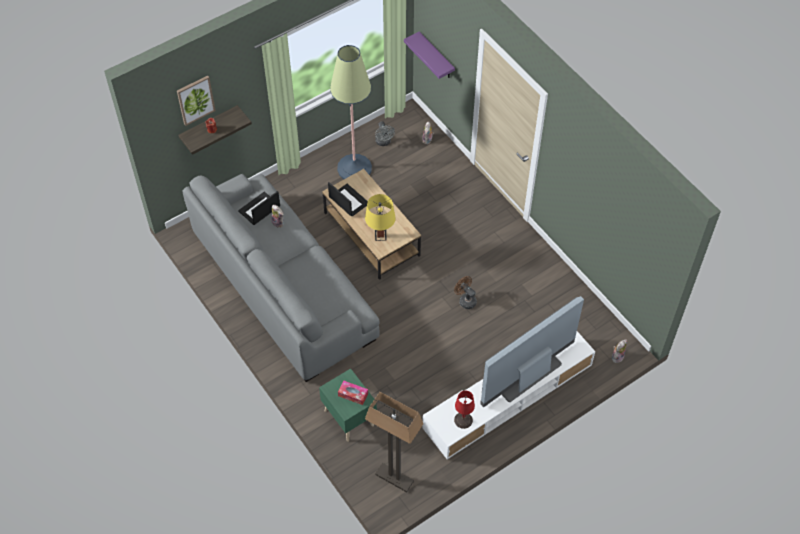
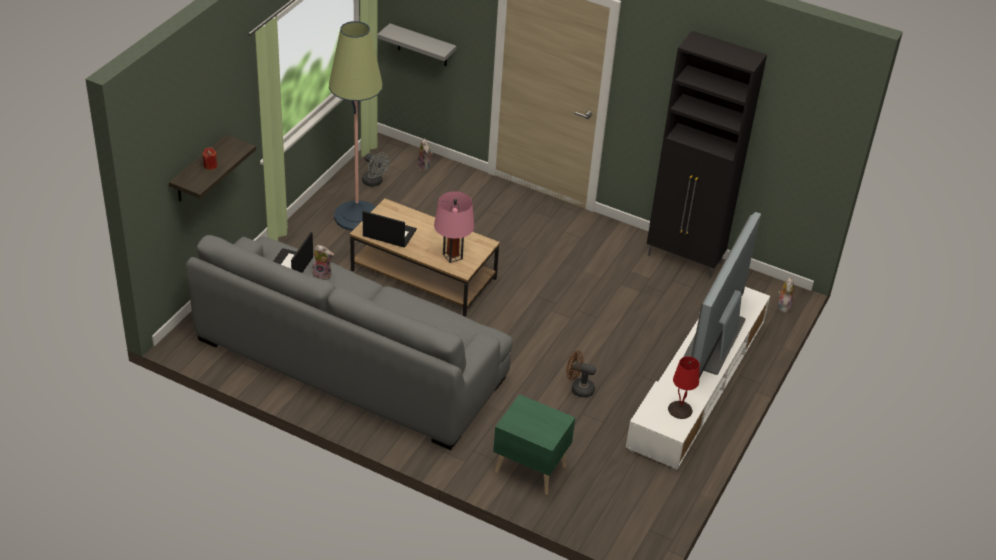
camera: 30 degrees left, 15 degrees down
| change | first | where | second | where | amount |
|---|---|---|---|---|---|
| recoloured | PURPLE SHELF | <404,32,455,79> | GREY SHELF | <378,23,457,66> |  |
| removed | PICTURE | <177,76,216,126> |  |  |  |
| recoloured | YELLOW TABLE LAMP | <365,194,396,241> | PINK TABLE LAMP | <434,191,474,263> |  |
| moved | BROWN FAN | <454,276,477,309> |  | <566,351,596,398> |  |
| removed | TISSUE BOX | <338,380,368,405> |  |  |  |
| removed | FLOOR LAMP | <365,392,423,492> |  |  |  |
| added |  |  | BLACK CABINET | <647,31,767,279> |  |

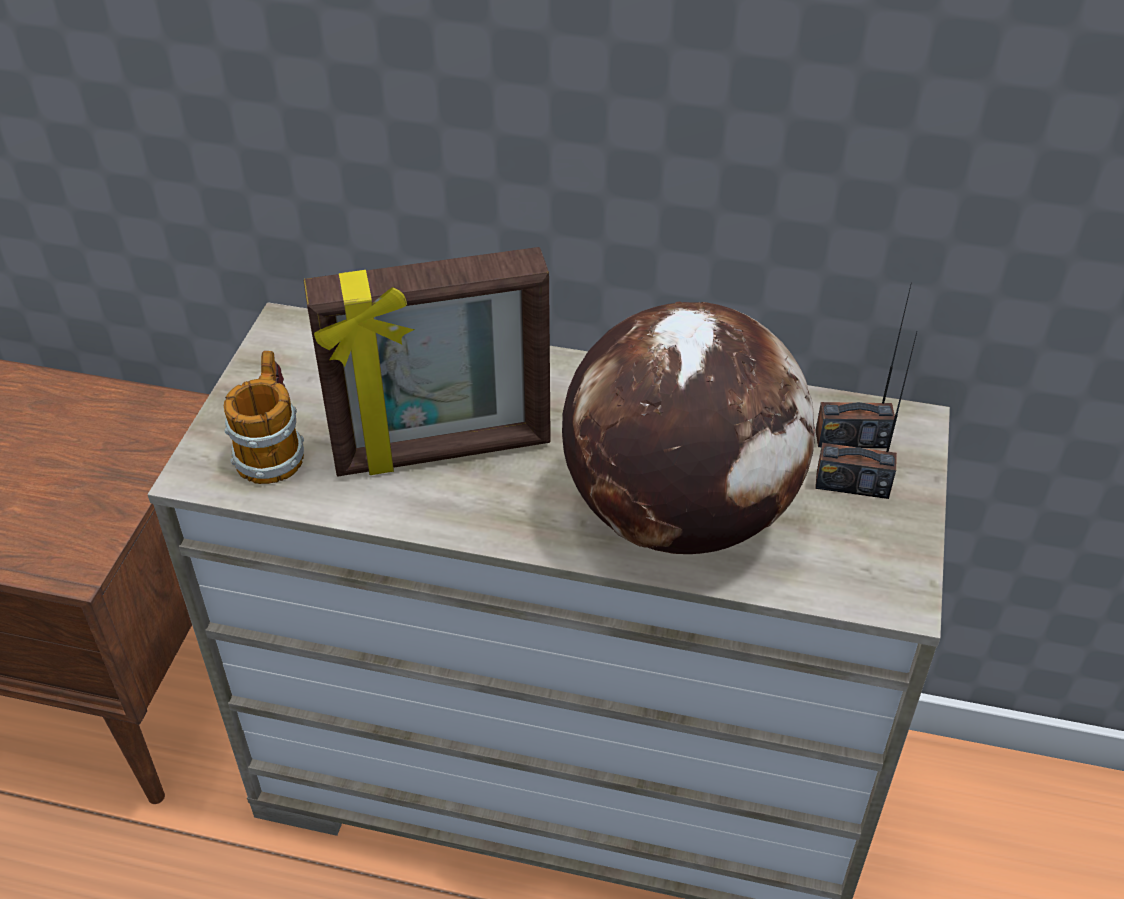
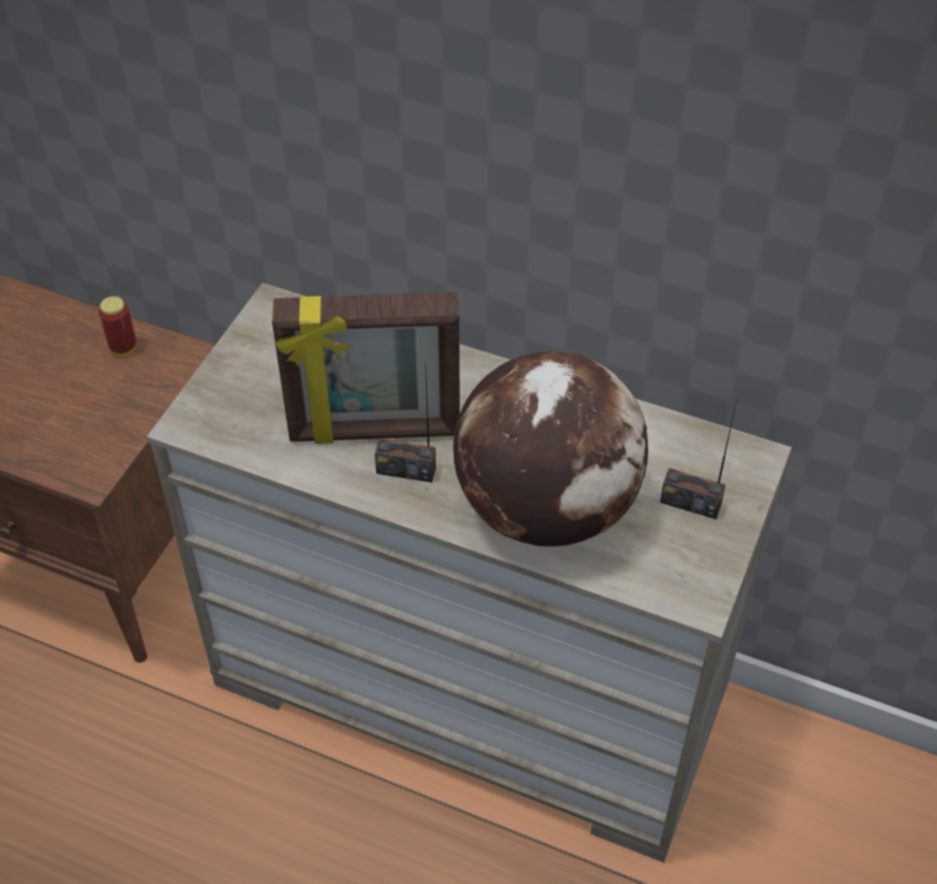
camera: 10 degrees right, 5 degrees up
| change | first | where | second | where | amount |
|---|---|---|---|---|---|
| moved | RADIO | <815,283,912,448> |  | <375,362,436,482> |  |
| removed | MUG | <224,351,304,484> |  |  |  |
| added |  |  | CAN | <99,296,137,356> |  |

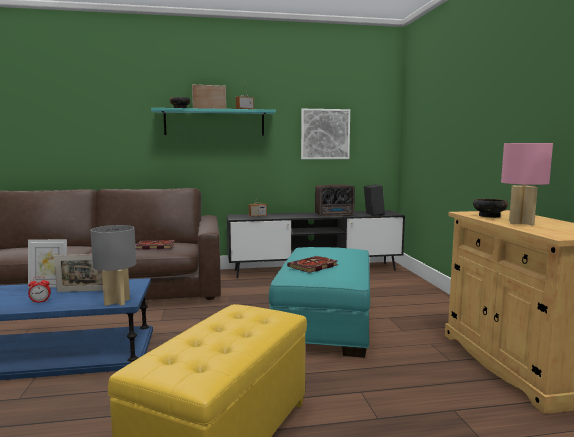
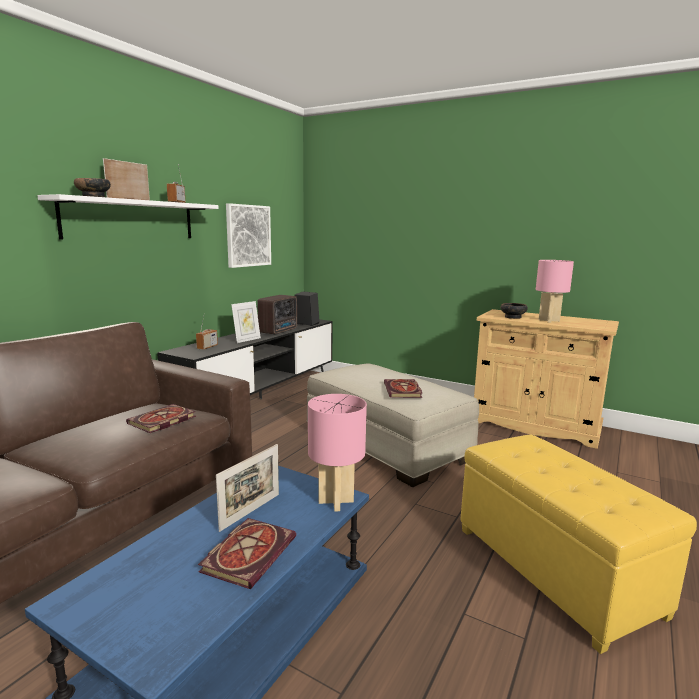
camera: 50 degrees left, 5 degrees up
| change | first | where | second | where | amount |
|---|---|---|---|---|---|
| recoloured | TURQUOISE SHELF | <151,108,276,136> | WHITE SHELF | <37,194,219,239> |  |
| recoloured | GREY TABLE LAMP | <90,225,136,306> | PINK TABLE LAMP | <308,394,367,511> |  |
| moved | PICTURE FRAME | <28,239,67,288> |  | <231,301,261,343> |  |
| recoloured | TURQUOISE OTTOMAN | <269,247,370,358> | BEIGE OTTOMAN | <306,363,479,487> |  |
| replaced | ALARM CLOCK | <28,276,51,303> | BOOK | <198,518,296,589> |  |

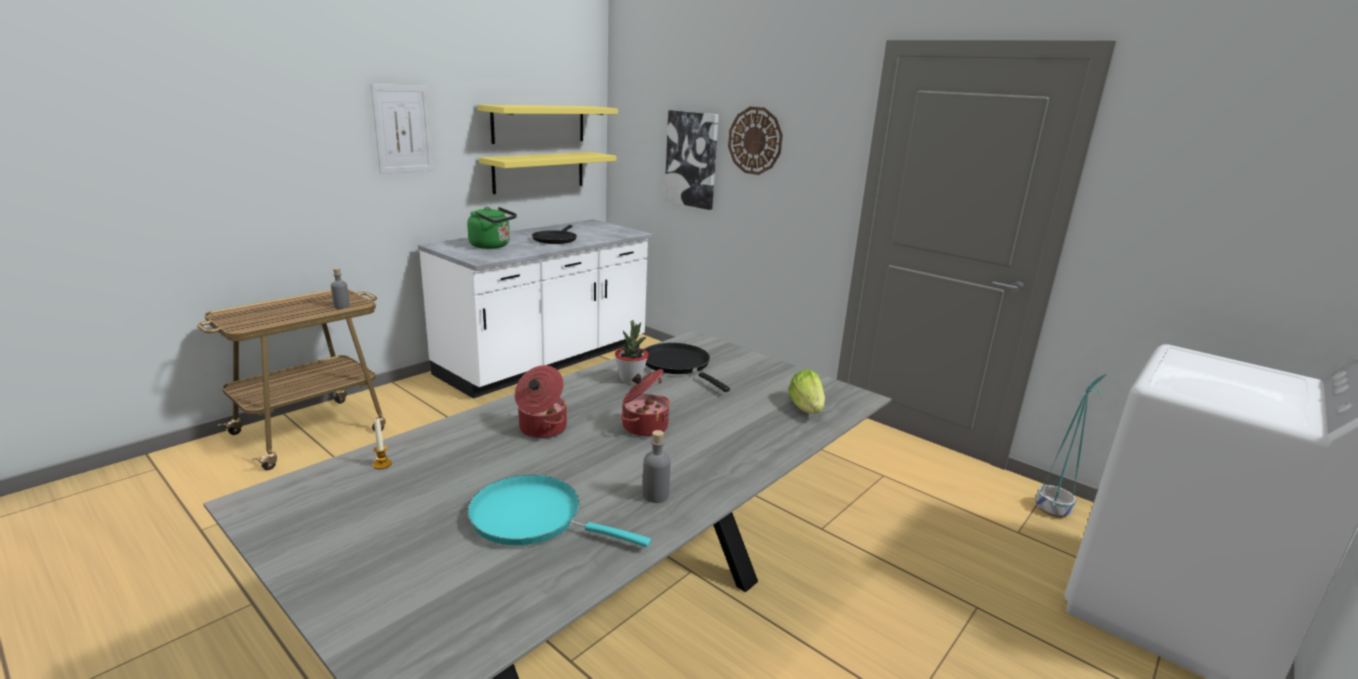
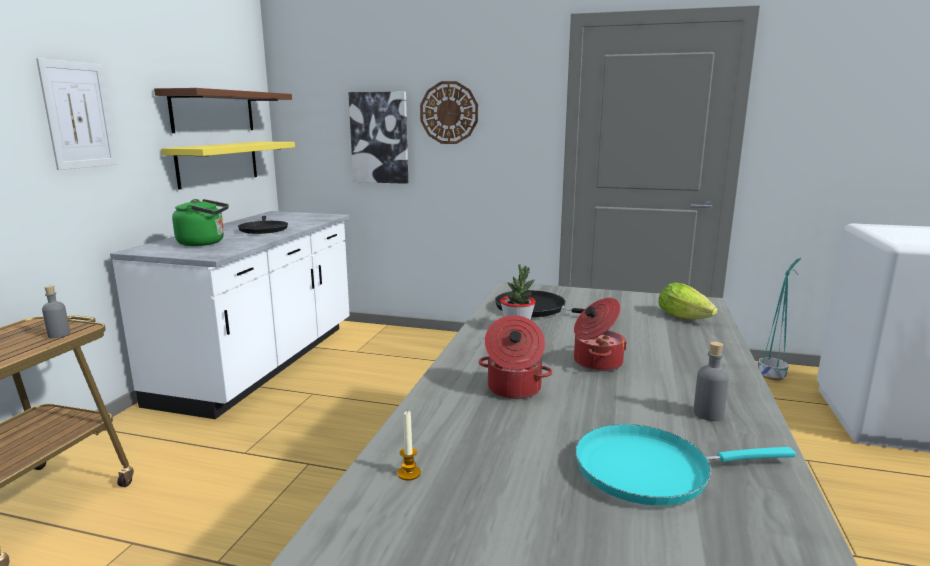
camera: 25 degrees left, 5 degrees down
| change | first | where | second | where | amount |
|---|---|---|---|---|---|
| recoloured | YELLOW SHELF | <477,104,618,144> | BROWN SHELF | <154,88,292,133> |  |

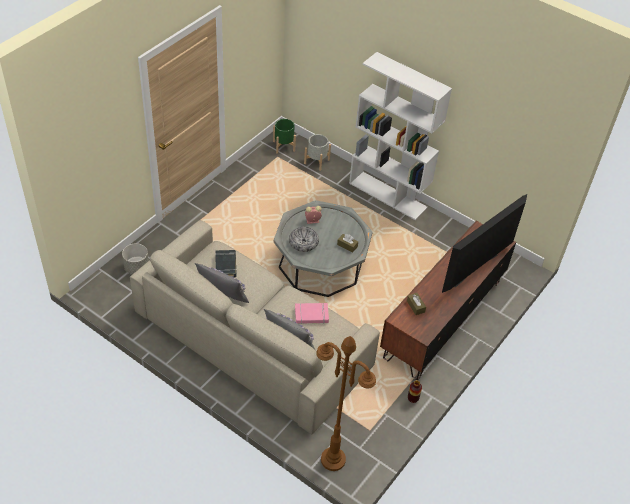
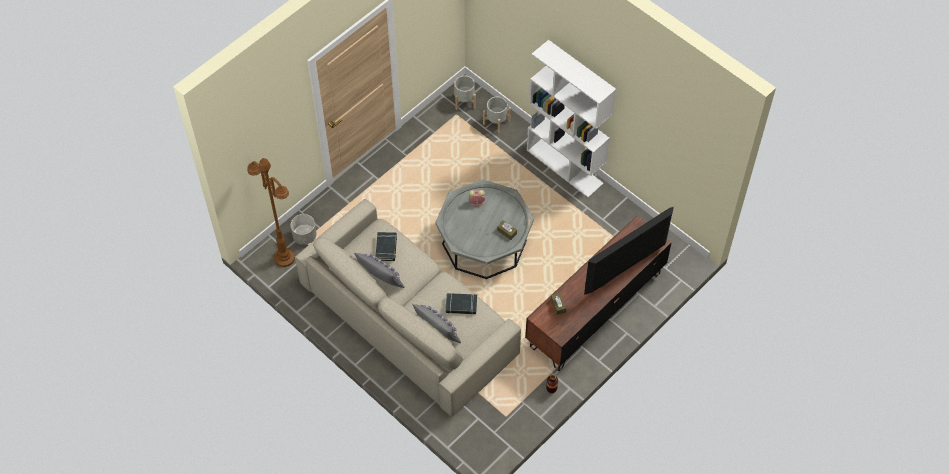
camera: 10 degrees right, 10 degrees up
| change | first | where | second | where | amount |
|---|---|---|---|---|---|
| recoloured | GREEN PLANTER | <273,119,296,153> | GREY PLANTER | <454,76,476,110> |  |
| removed | BOWL | <289,227,319,252> |  |  |  |
| recoloured | PINK BOOK | <295,303,329,324> | BLACK BOOK | <445,293,477,315> |  |
| moved | BROWN FLOOR LAMP | <316,336,376,471> |  | <247,158,295,267> |  |

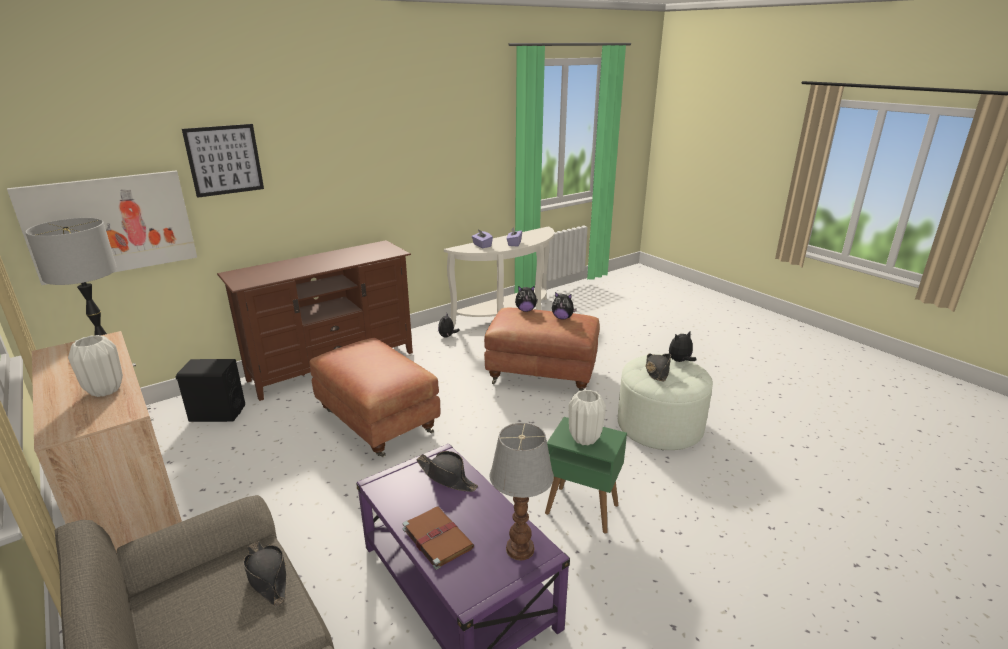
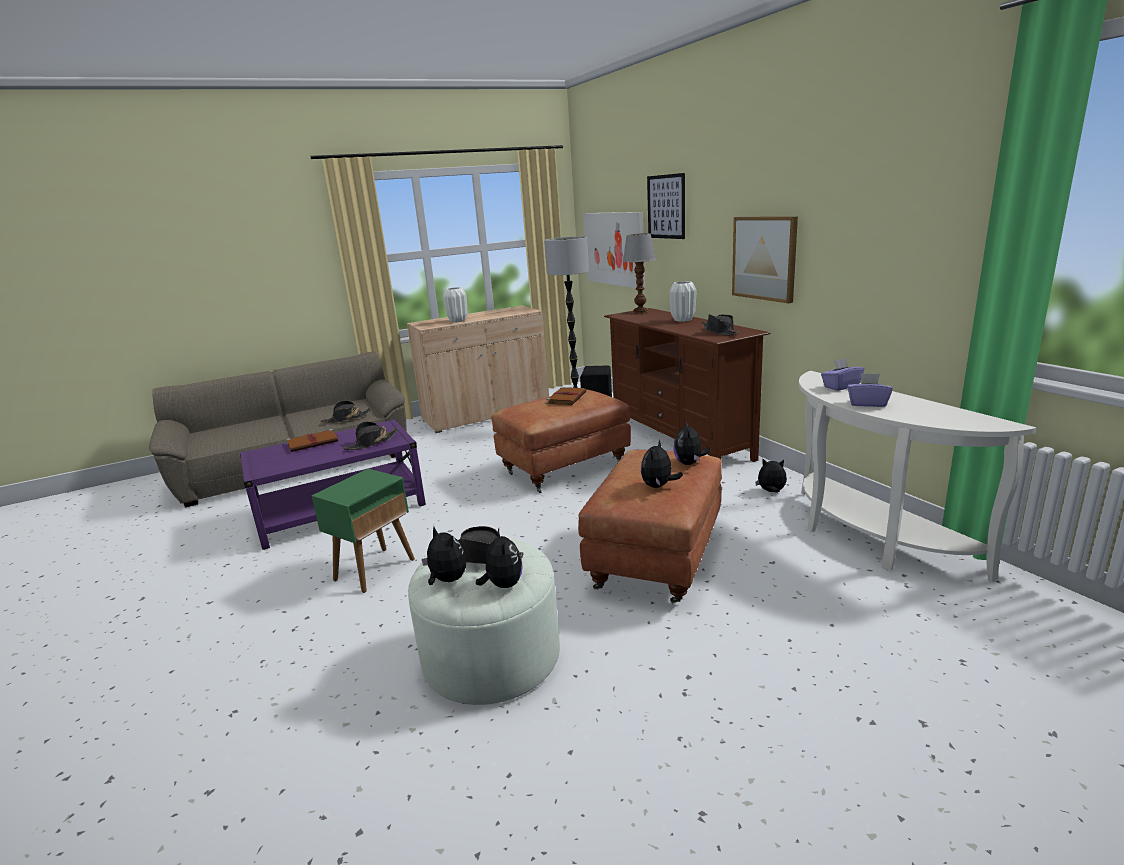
camera: 100 degrees right, 5 degrees down
| change | first | where | second | where | amount |
|---|---|---|---|---|---|
| moved | WHITE VASE | <569,390,606,446> |  | <669,281,696,322> |  |
| moved | TABLE LAMP | <490,423,554,561> |  | <623,233,656,313> |  |
| added |  |  | PICTURE | <732,216,798,303> |  |
| added |  |  | BLACK HAT | <702,314,739,336> |  |
| added |  |  | BROWN BOOK | <546,387,587,405> |  |
| added |  |  | PLUSH TOY | <422,527,466,585> |  |

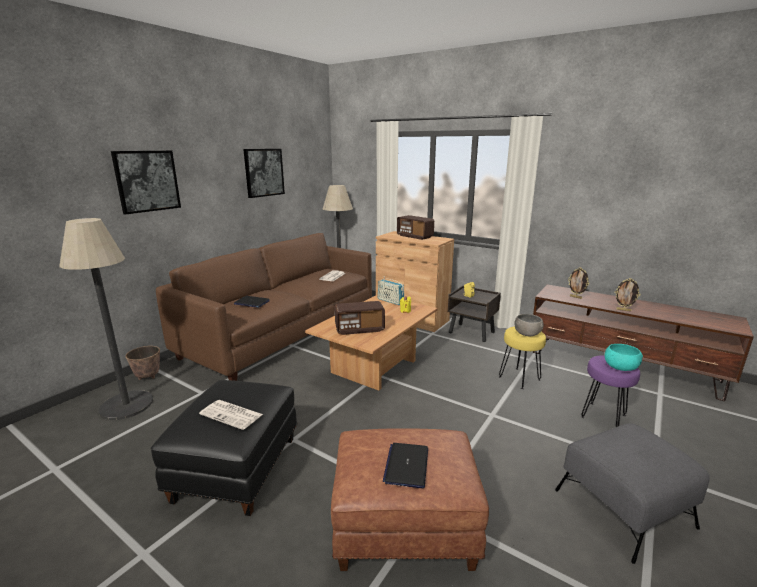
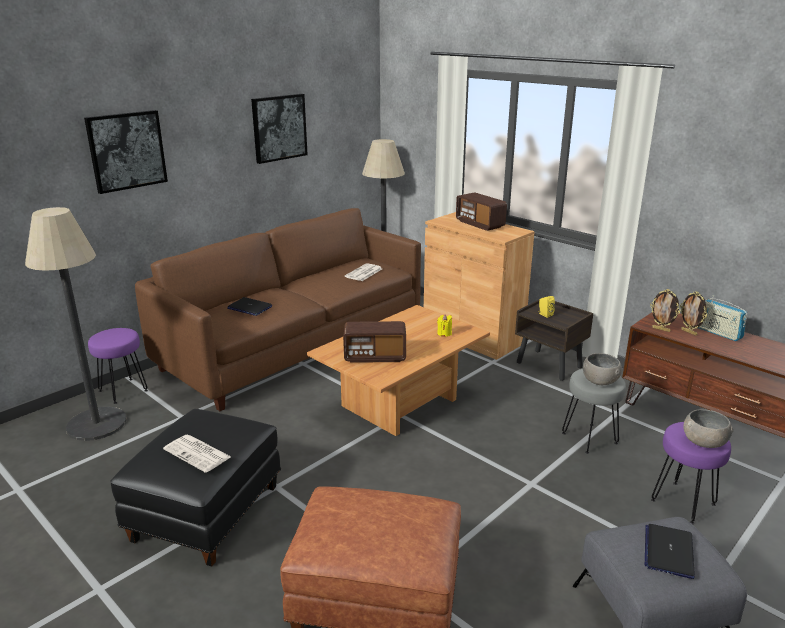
camera: 10 degrees right, 5 degrees up
| change | first | where | second | where | amount |
|---|---|---|---|---|---|
| moved | RADIO | <378,276,404,305> |  | <698,295,747,341> |  |
| moved | PICTURE FRAME | <615,278,640,311> |  | <650,289,681,332> |  |
| recoloured | YELLOW STOOL | <499,326,546,389> | GREY STOOL | <562,369,626,454> |  |
| recoloured | TURQUOISE BOWL | <605,344,643,371> | GREY BOWL | <683,409,733,448> |  |
| replaced | PLANTER | <125,346,160,380> | PURPLE STOOL | <88,328,148,404> |  |
| moved | LAPTOP | <383,443,428,488> |  | <645,524,695,579> |  |

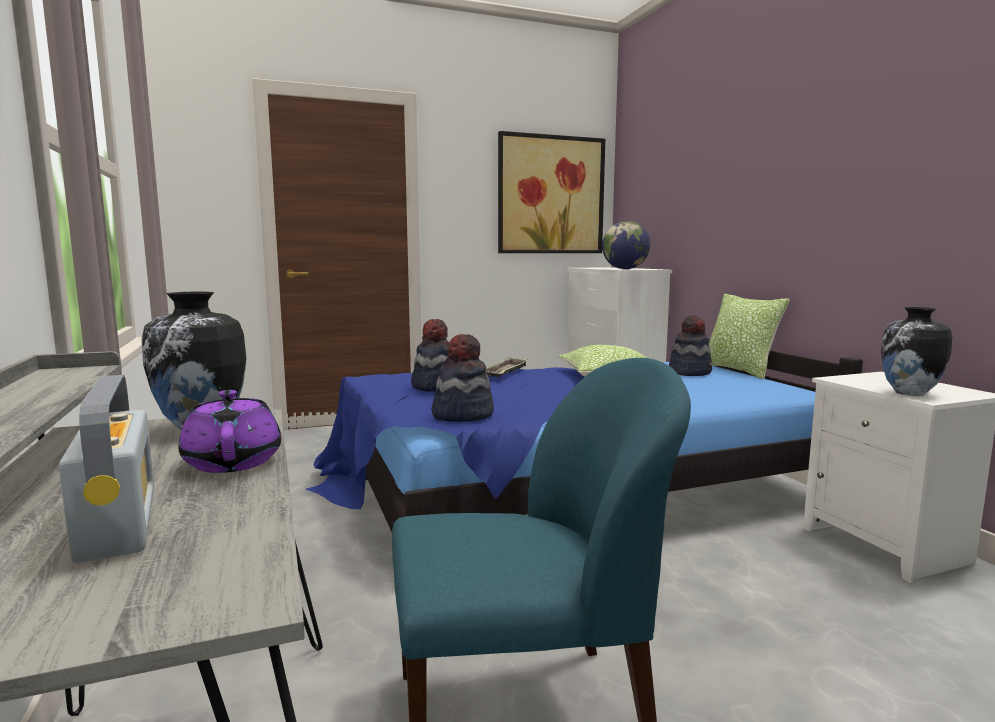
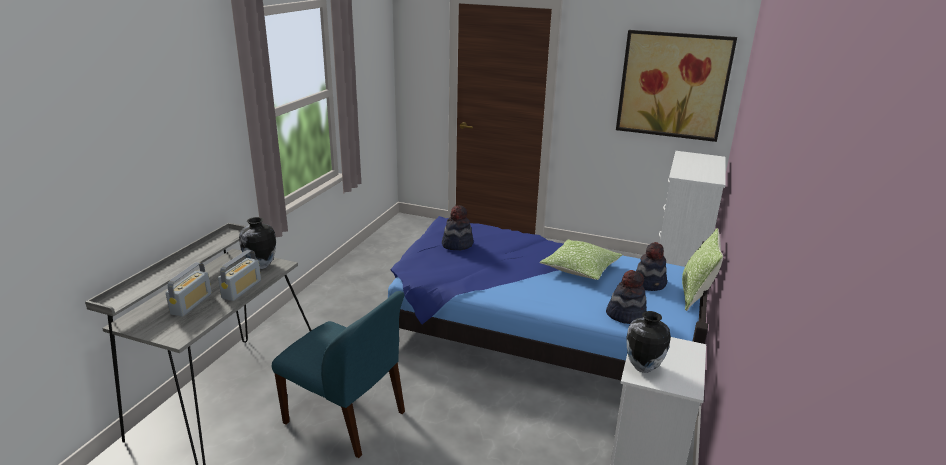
camera: 40 degrees right, 15 degrees up
| change | first | where | second | where | amount |
|---|---|---|---|---|---|
| removed | GLOBE | <602,221,650,269> |  |  |  |
| moved | HAT | <431,334,494,422> |  | <606,270,647,324> |  |
| removed | TRAY | <486,357,528,378> |  |  |  |
| replaced | PURPLE TEAPOT | <178,390,281,473> | RADIO | <218,250,261,301> |  |

